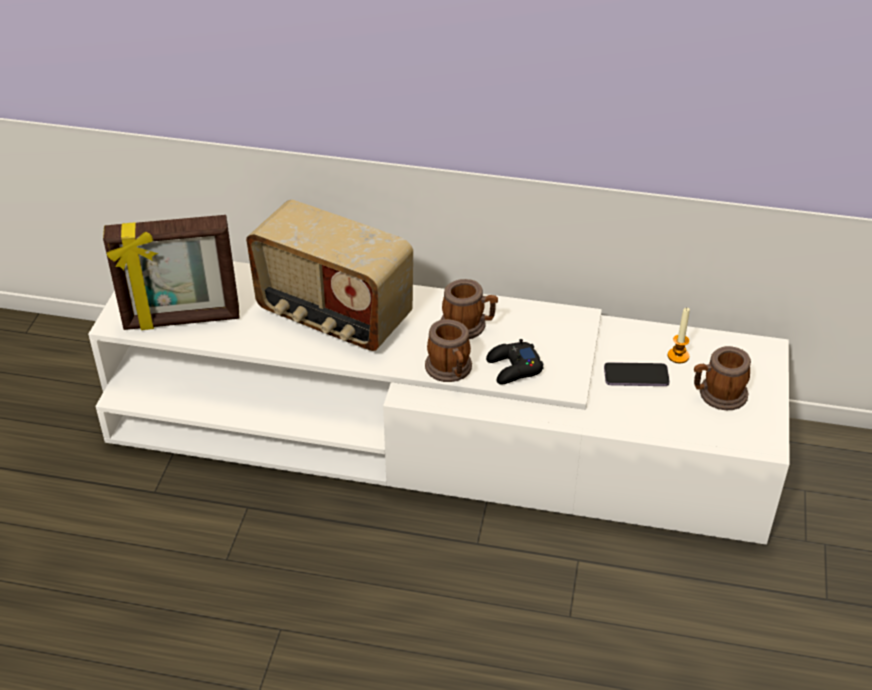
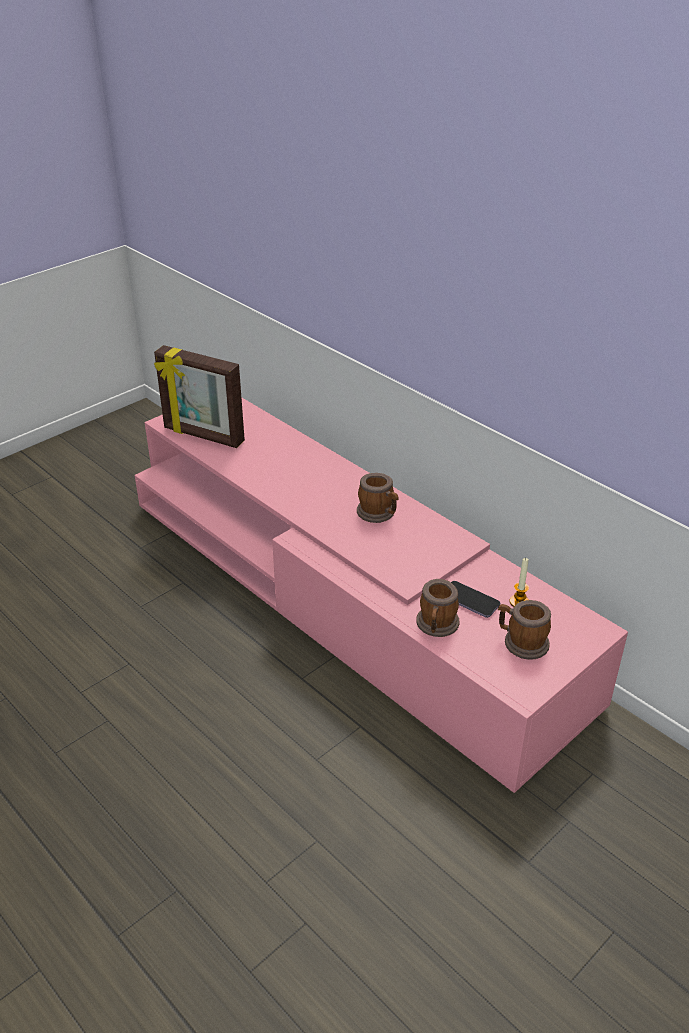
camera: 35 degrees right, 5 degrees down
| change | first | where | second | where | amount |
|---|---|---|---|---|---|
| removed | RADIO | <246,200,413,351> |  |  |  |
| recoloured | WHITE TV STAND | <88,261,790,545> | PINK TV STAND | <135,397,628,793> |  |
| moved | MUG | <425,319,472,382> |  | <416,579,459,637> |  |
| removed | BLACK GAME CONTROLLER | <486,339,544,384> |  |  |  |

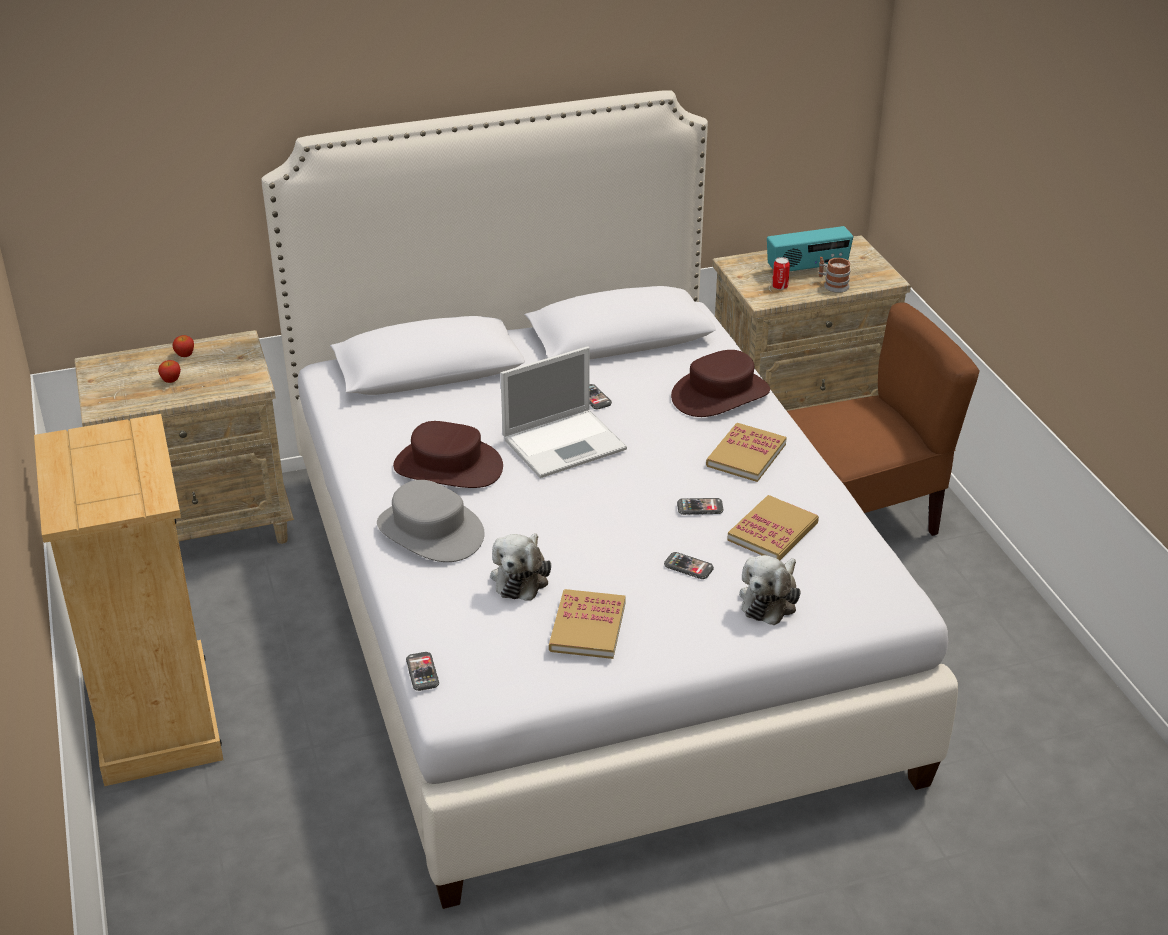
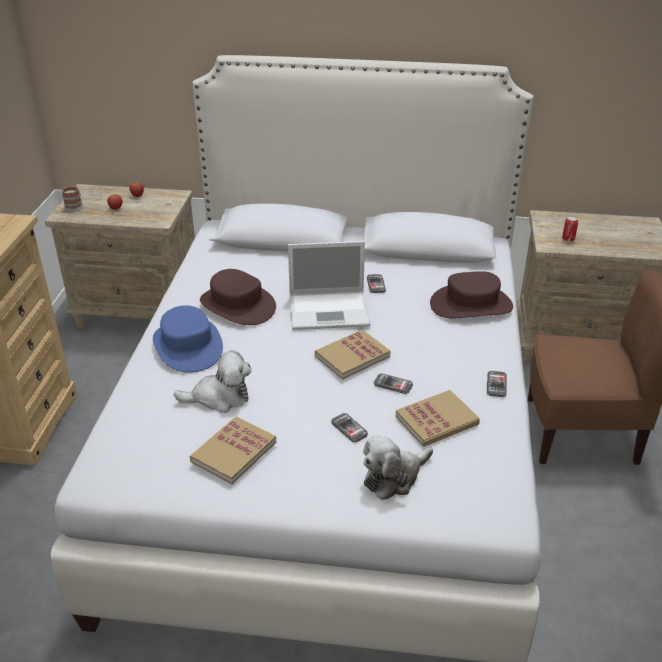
camera: 25 degrees right, 0 degrees up
| change | first | where | second | where | amount |
|---|---|---|---|---|---|
| removed | RADIO | <767,226,853,271> |  |  |  |
| moved | MUG | <818,257,851,293> |  | <62,184,84,212> |  |
| moved | BOOK | <706,423,787,482> |  | <315,330,390,380> |  |
| recoloured | GREY HAT | <377,480,485,562> | BLUE HAT | <153,305,223,373> |  |
| turned | PLUSH TOY | <490,533,551,601> |  | <174,350,252,413> | 135 degrees counterclockwise |
| moved | PHONE | <406,652,439,691> |  | <487,371,507,397> |  |

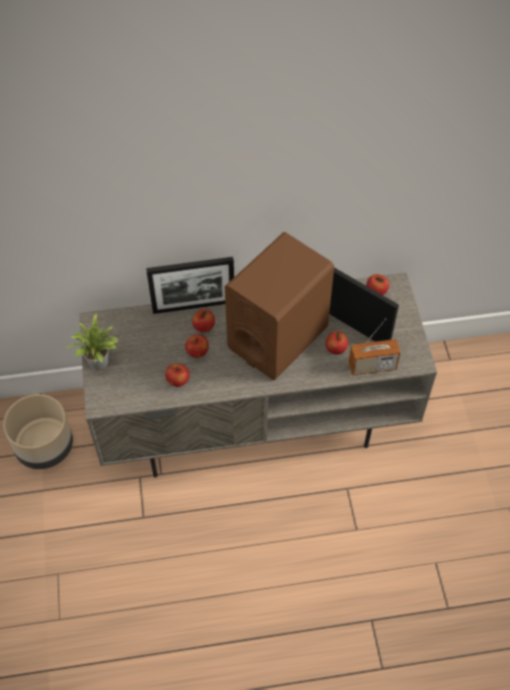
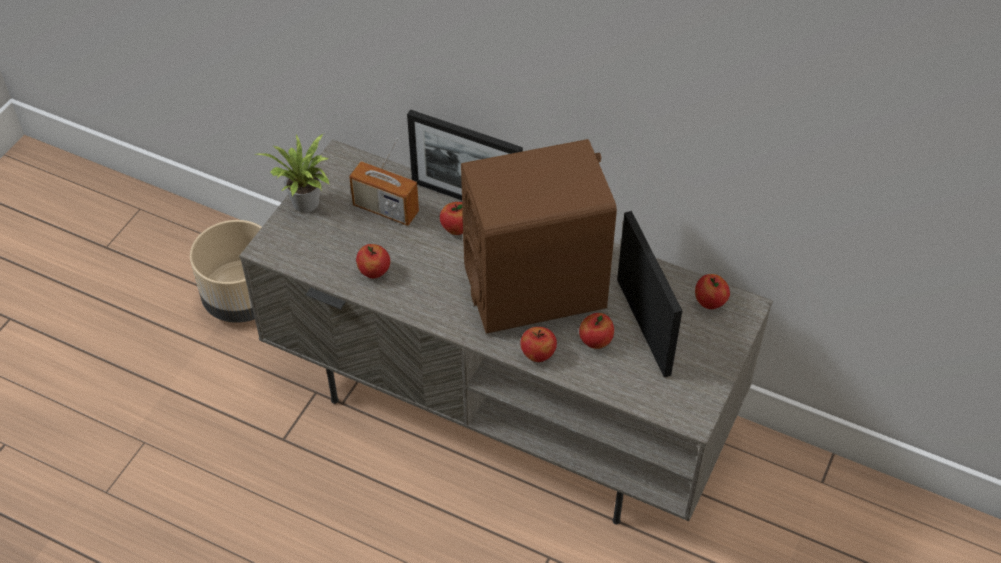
camera: 35 degrees right, 5 degrees down
| change | first | where | second | where | amount |
|---|---|---|---|---|---|
| moved | RADIO | <349,319,400,375> |  | <349,138,419,226> |  |
| moved | APPLE | <185,335,209,358> |  | <521,327,557,362> |  |

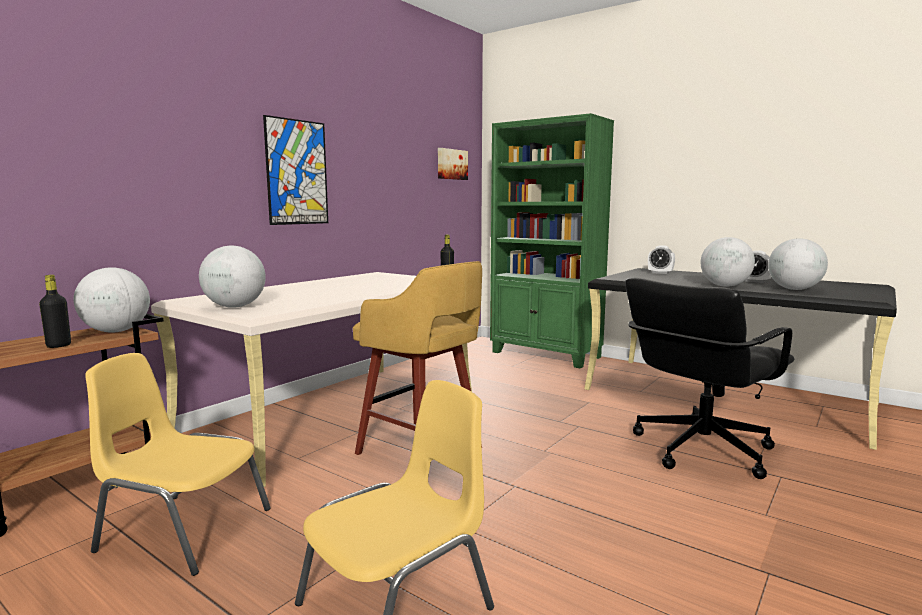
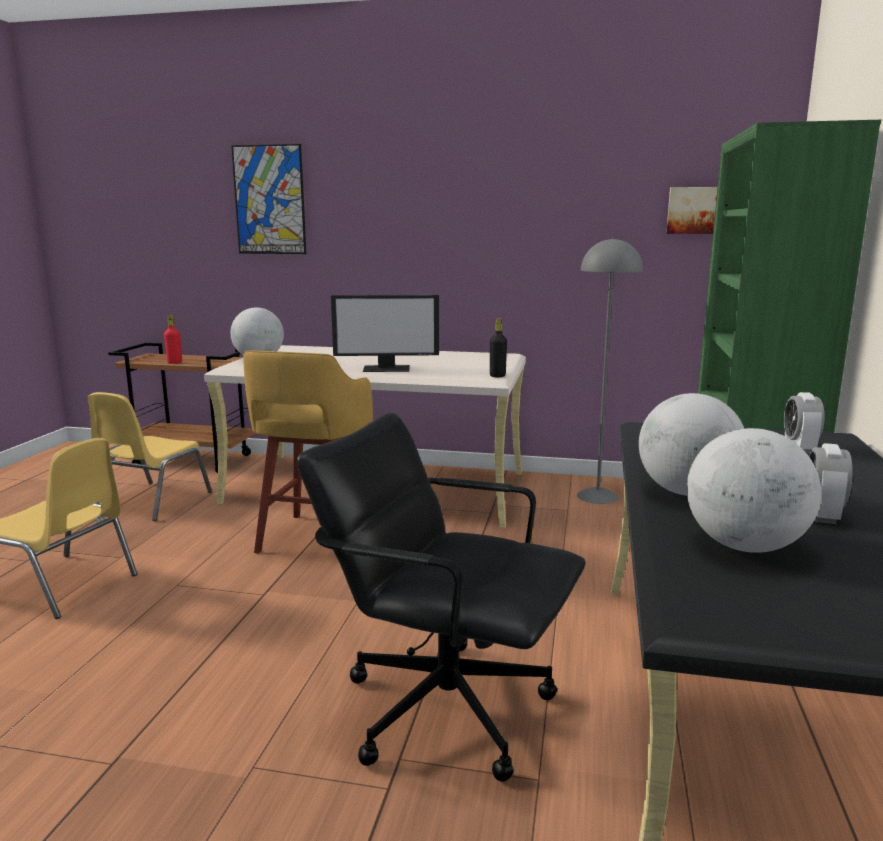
camera: 65 degrees right, 5 degrees up
| change | first | where | second | where | amount |
|---|---|---|---|---|---|
| moved | PICTURE | <263,115,328,225> |  | <231,144,306,254> |  |
| removed | GLOBE | <74,267,150,333> |  |  |  |
| recoloured | BLACK BOTTLE | <39,275,71,348> | RED BOTTLE | <164,316,182,364> |  |
| turned | YELLOW CHAIR | <85,353,271,576> |  | <87,392,212,521> | 150 degrees counterclockwise |
| added |  |  | GREY FLOOR LAMP | <577,237,643,504> |  |
| added |  |  | MONITOR | <331,295,439,372> |  |

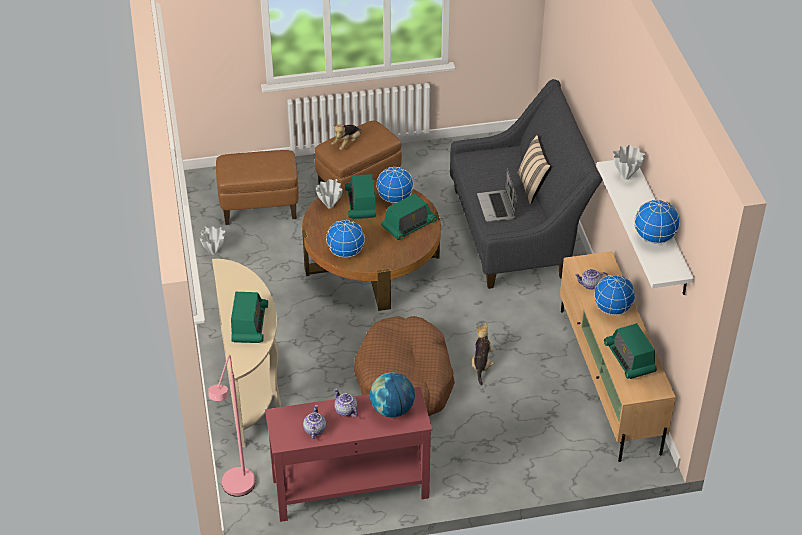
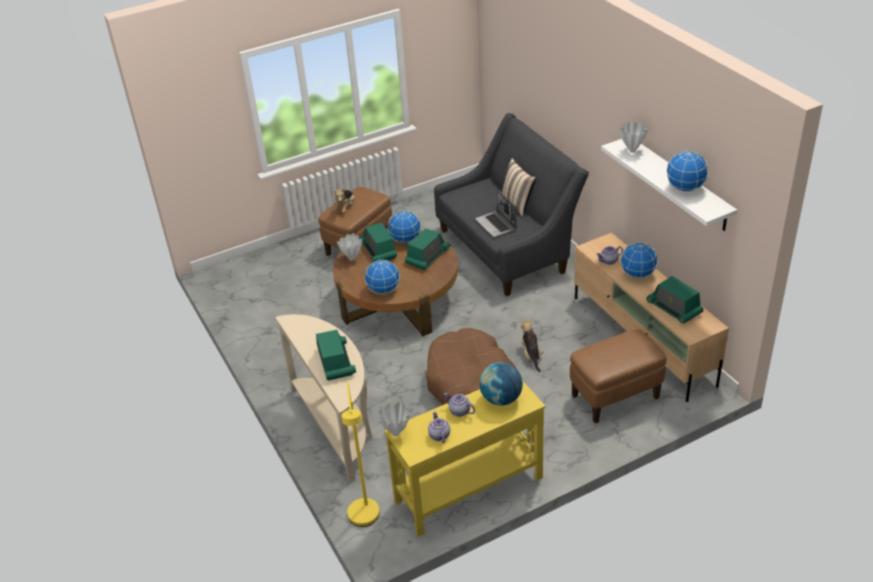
camera: 15 degrees left, 5 degrees down
| change | first | where | second | where | amount |
|---|---|---|---|---|---|
| moved | BROWN OTTOMAN | <216,150,299,225> |  | <570,329,667,423> |  |
| moved | WHITE VASE | <200,226,225,255> |  | <378,402,410,436> |  |
| recoloured | PINK FLOOR LAMP | <208,355,255,497> | YELLOW FLOOR LAMP | <341,381,380,527> |  |
| recoloured | RED CONSOLE TABLE | <265,387,432,522> | YELLOW CONSOLE TABLE | <384,382,546,537> |  |

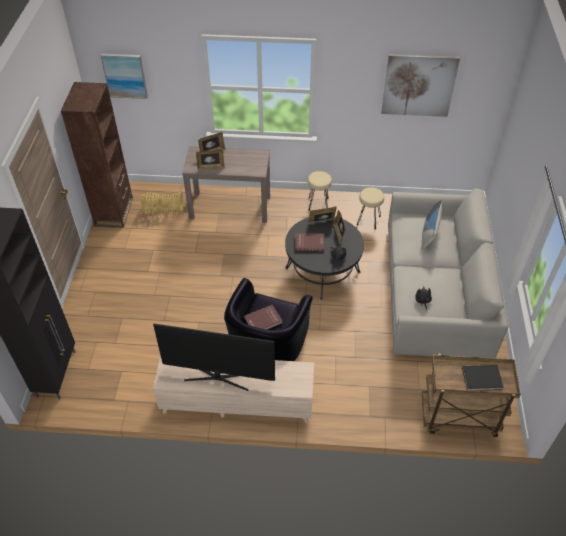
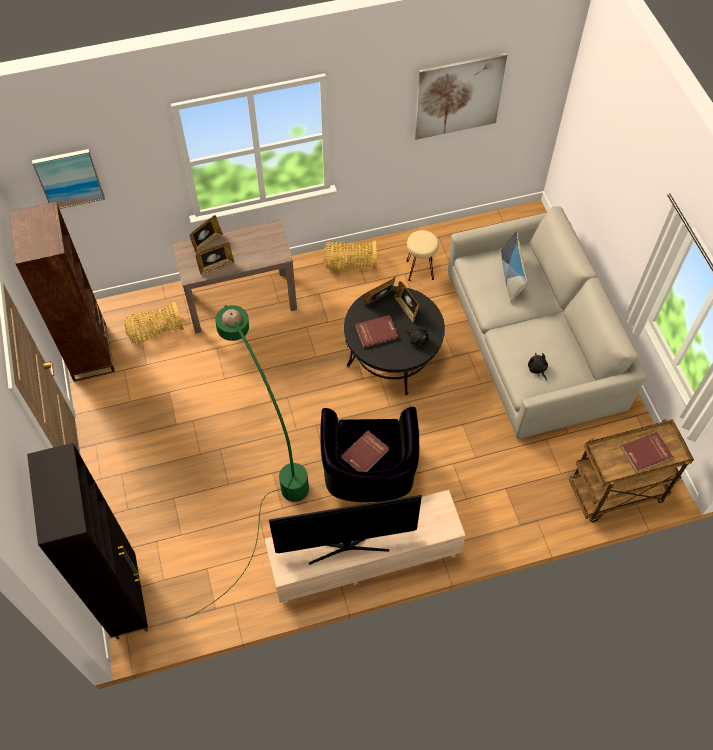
camera: 20 degrees left, 10 degrees up
| change | first | where | second | where | amount |
|---|---|---|---|---|---|
| replaced | BEIGE STOOL | <308,171,332,210> | BASKET | <323,240,377,270> |  |
| recoloured | BLACK BOOK | <462,365,504,391> | RED BOOK | <621,432,673,473> |  |
| added |  |  | GREEN FLOOR LAMP | <185,305,309,619> |  |

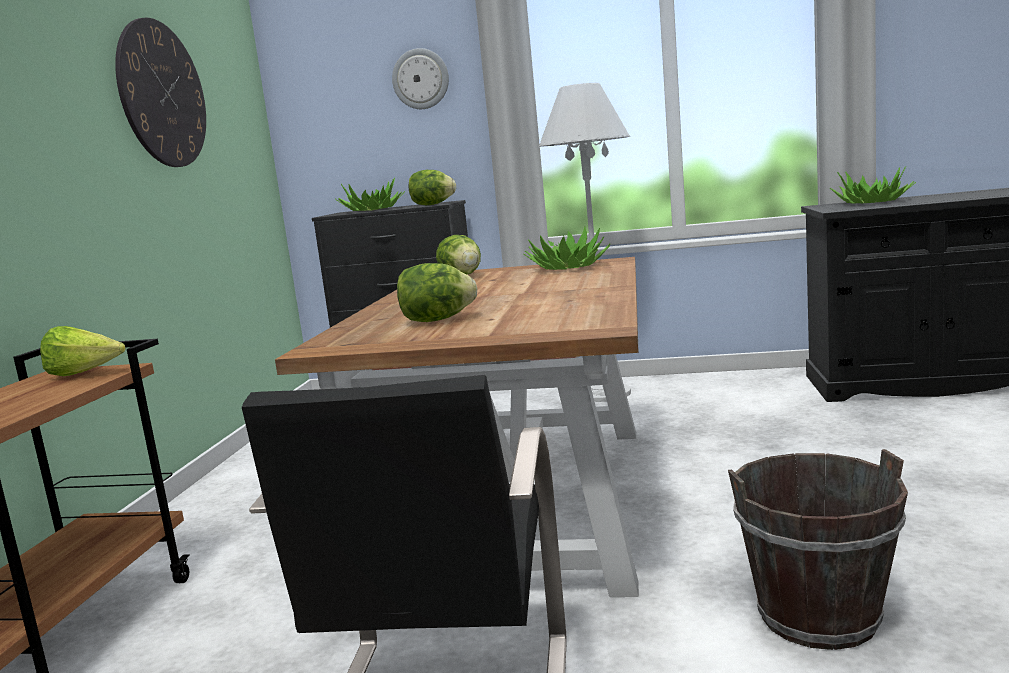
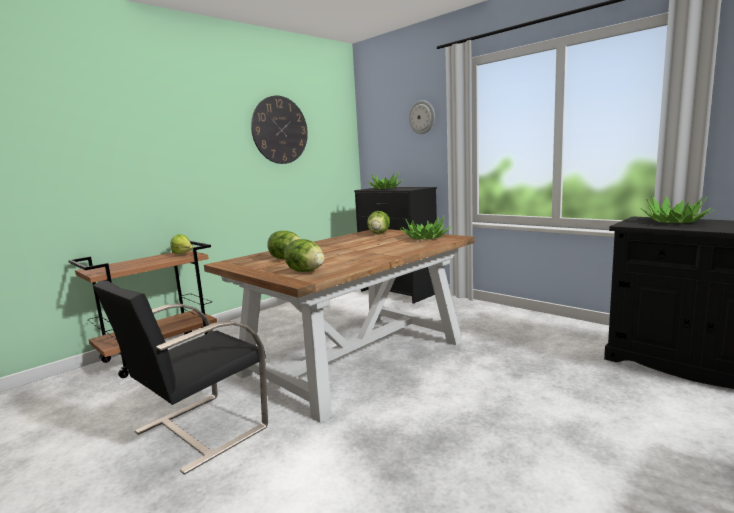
camera: 35 degrees right, 0 degrees up
| change | first | where | second | where | amount |
|---|---|---|---|---|---|
| removed | WHITE FLOOR LAMP | <539,83,631,402> |  |  |  |
| moved | LETTUCE | <409,170,456,205> |  | <284,239,325,272> |  |
| removed | BROWN BUCKET | <728,449,908,650> |  |  |  |

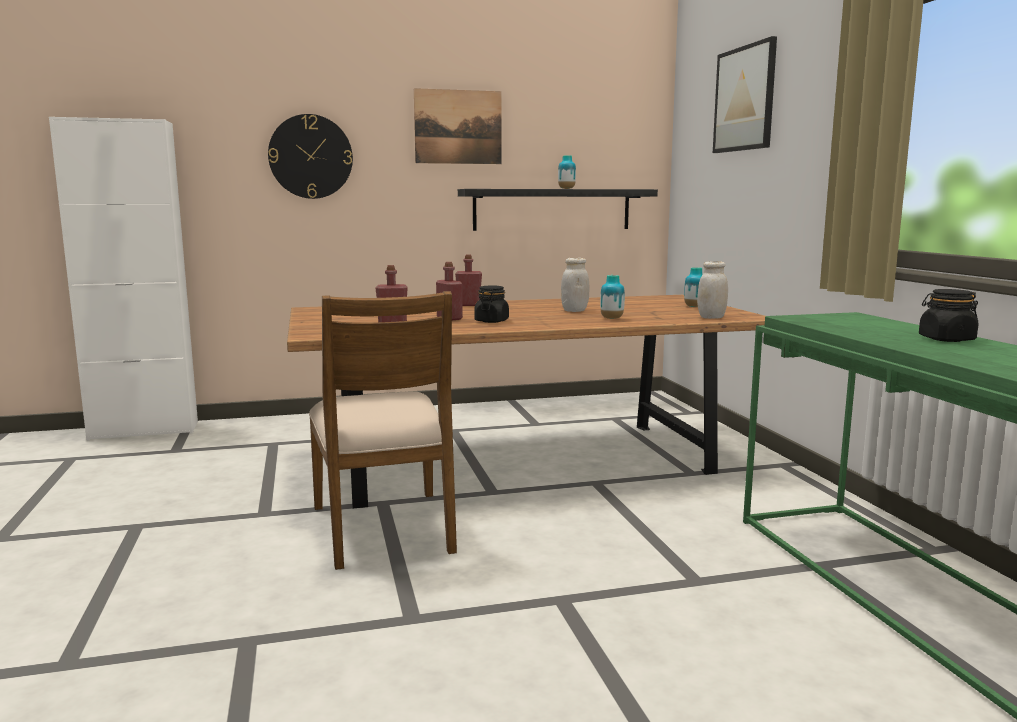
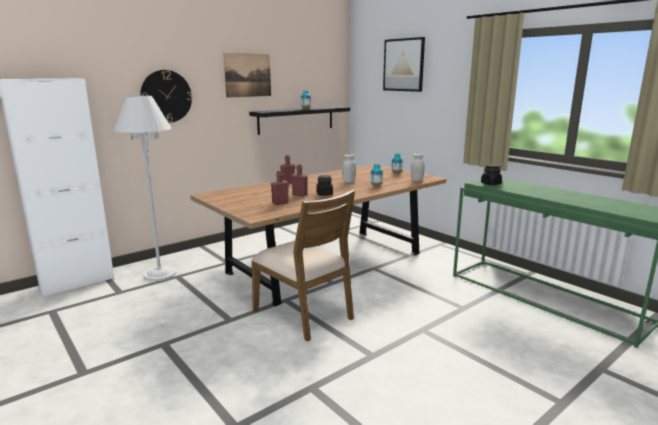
camera: 25 degrees left, 5 degrees up
| change | first | where | second | where | amount |
|---|---|---|---|---|---|
| moved | BLACK JAR | <919,289,979,342> |  | <481,164,502,185> |  |
| added |  |  | WHITE FLOOR LAMP | <113,96,177,281> |  |

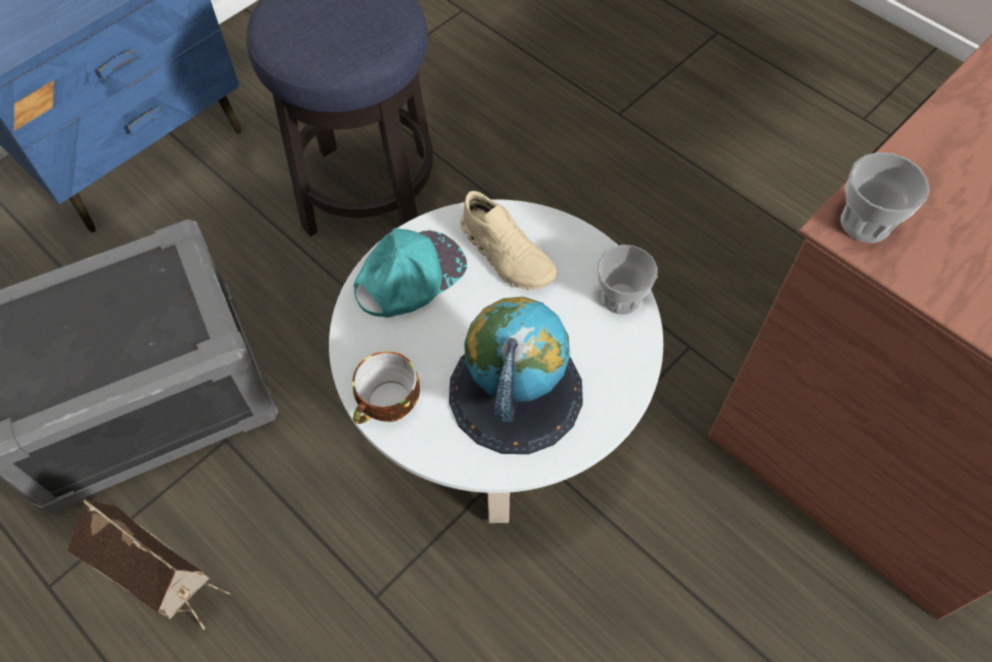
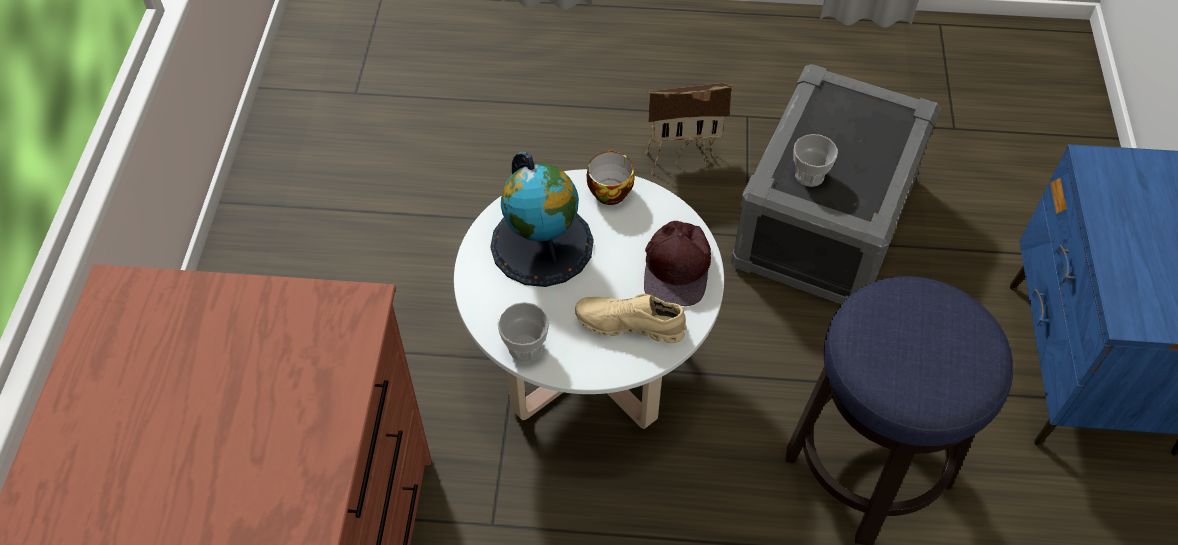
camera: 140 degrees right, 5 degrees down
| change | first | where | second | where | amount |
|---|---|---|---|---|---|
| moved | CUP | <841,152,929,243> |  | <793,134,838,187> |  |
| recoloured | TURQUOISE CAP | <354,228,467,318> | BROWN CAP | <644,221,711,306> |  |

